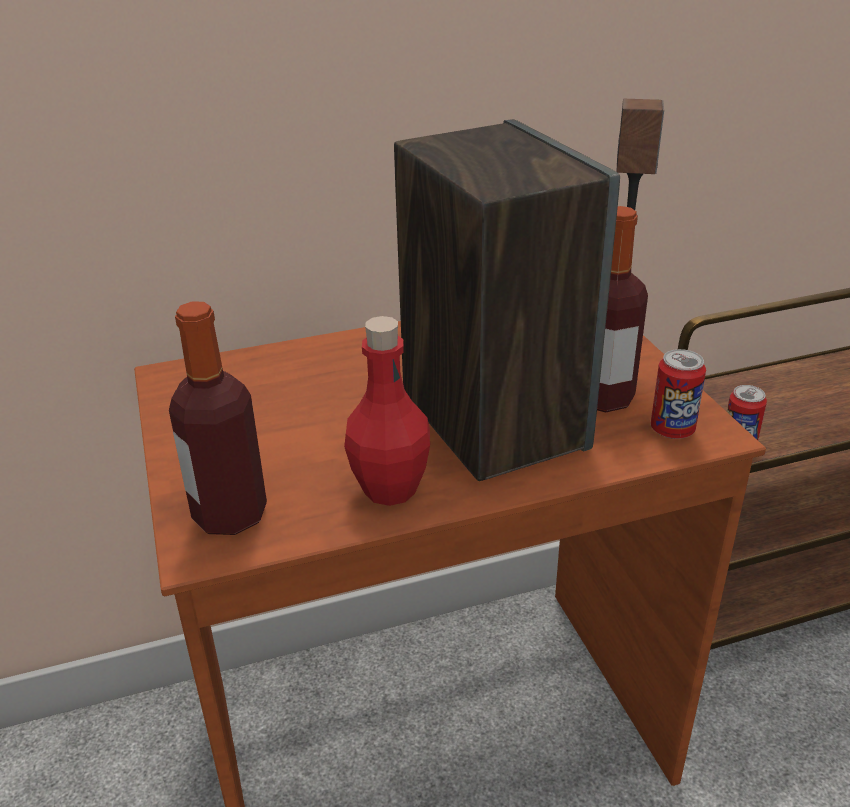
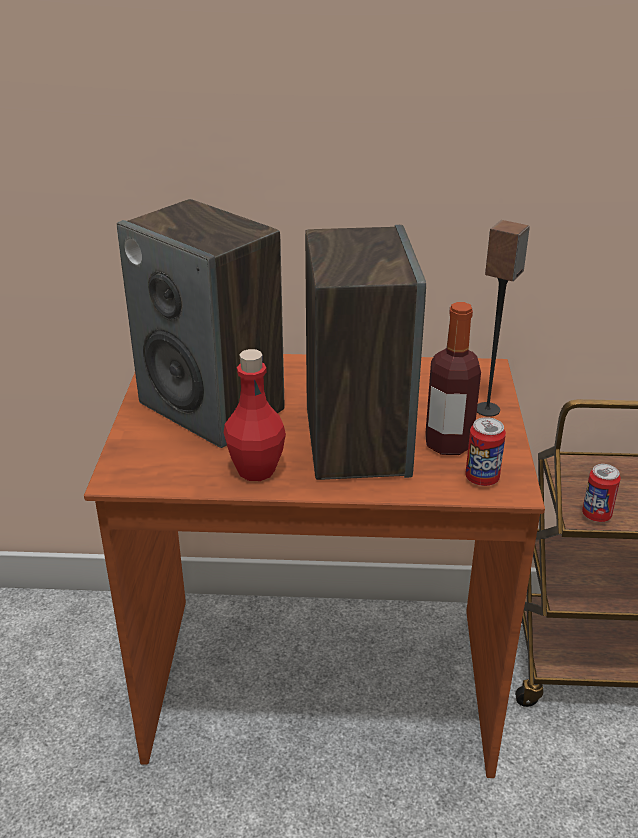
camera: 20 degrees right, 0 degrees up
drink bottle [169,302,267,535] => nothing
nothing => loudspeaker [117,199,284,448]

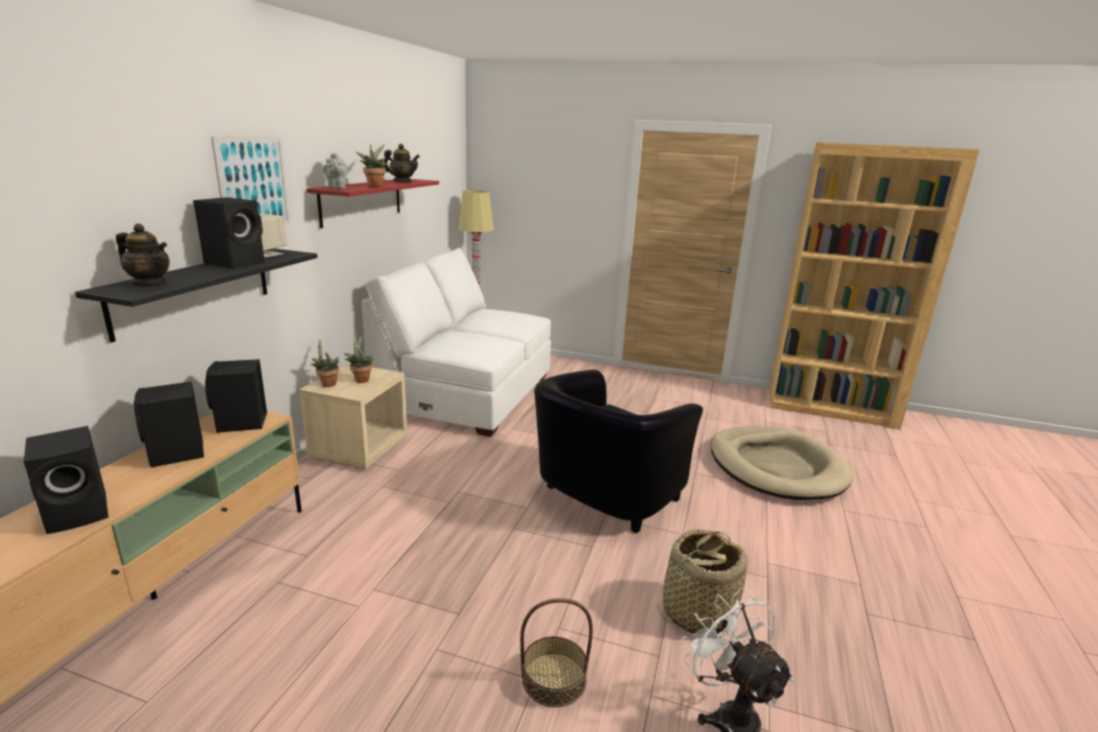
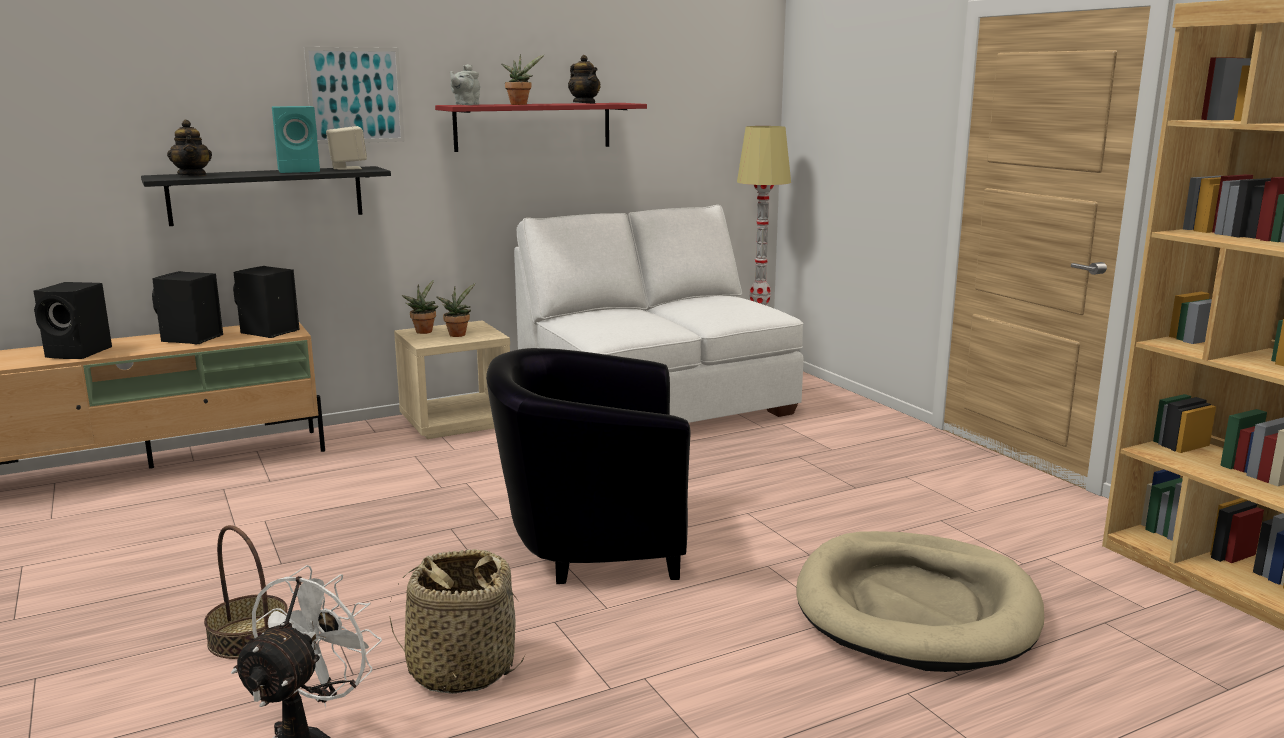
camera: 45 degrees right, 5 degrees down
black loudspeaker [193,197,265,269] => turquoise-coloured loudspeaker [272,106,320,173]

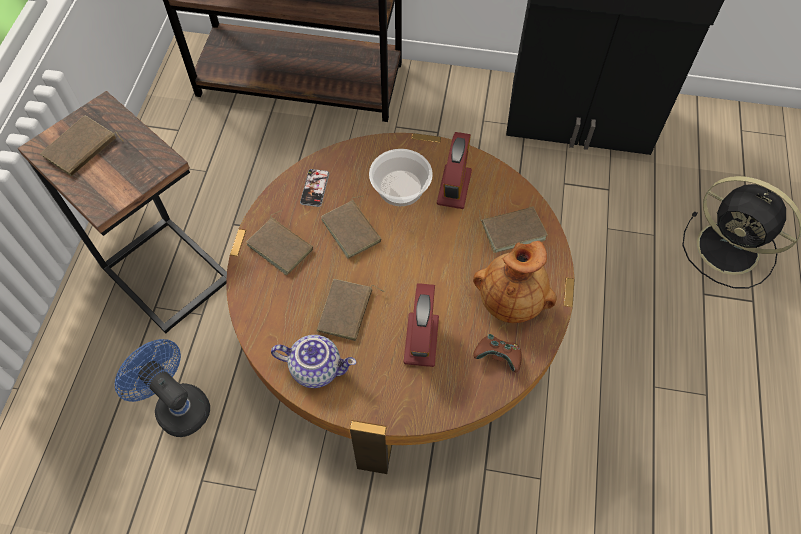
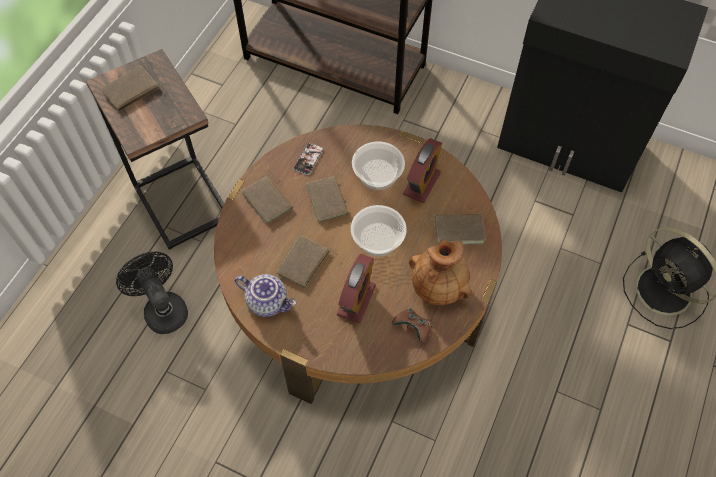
camera: 15 degrees right, 0 degrees up
nothing => bowl [351,205,407,257]
blue-coloured electric fan [115,339,210,437] => black electric fan [116,252,188,334]

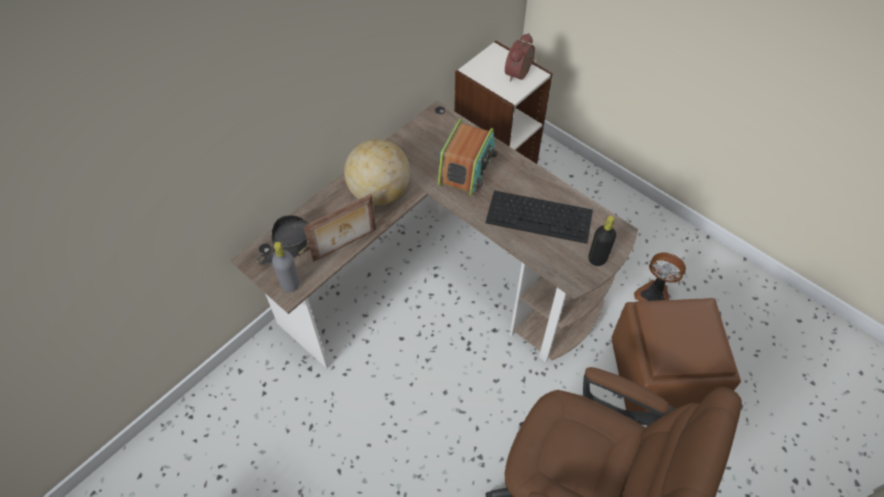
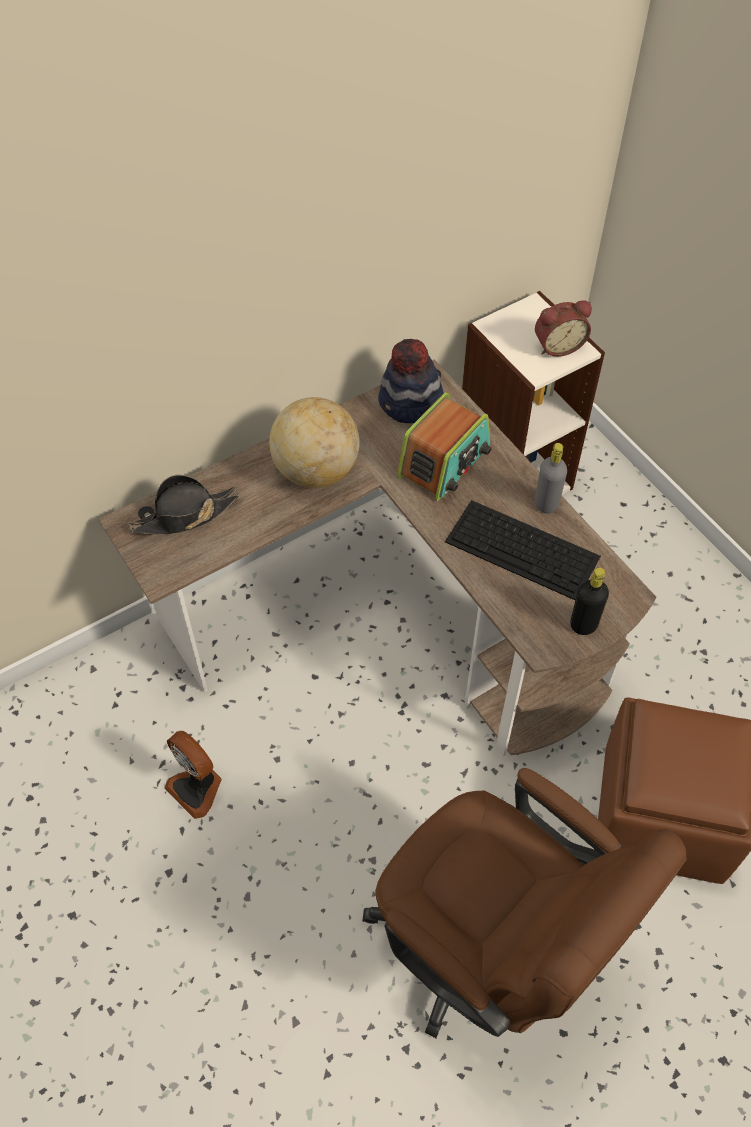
camera: 15 degrees right, 0 degrees up
photo frame [304,194,376,261] => nothing
nothing => hat [378,339,444,423]
gray drink bottle [272,242,300,292] => gray drink bottle [535,443,567,513], relocated
electric fan [634,252,686,301] => electric fan [164,731,222,819], relocated
bedside clock [505,33,535,82] => bedside clock [535,301,592,357], 150 degrees counterclockwise

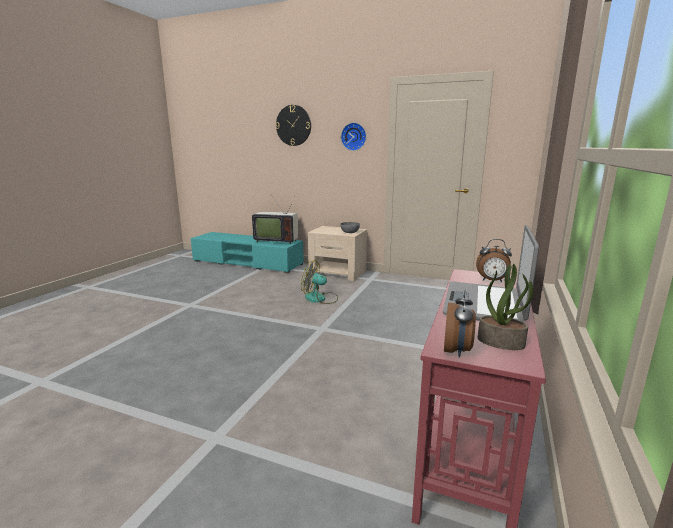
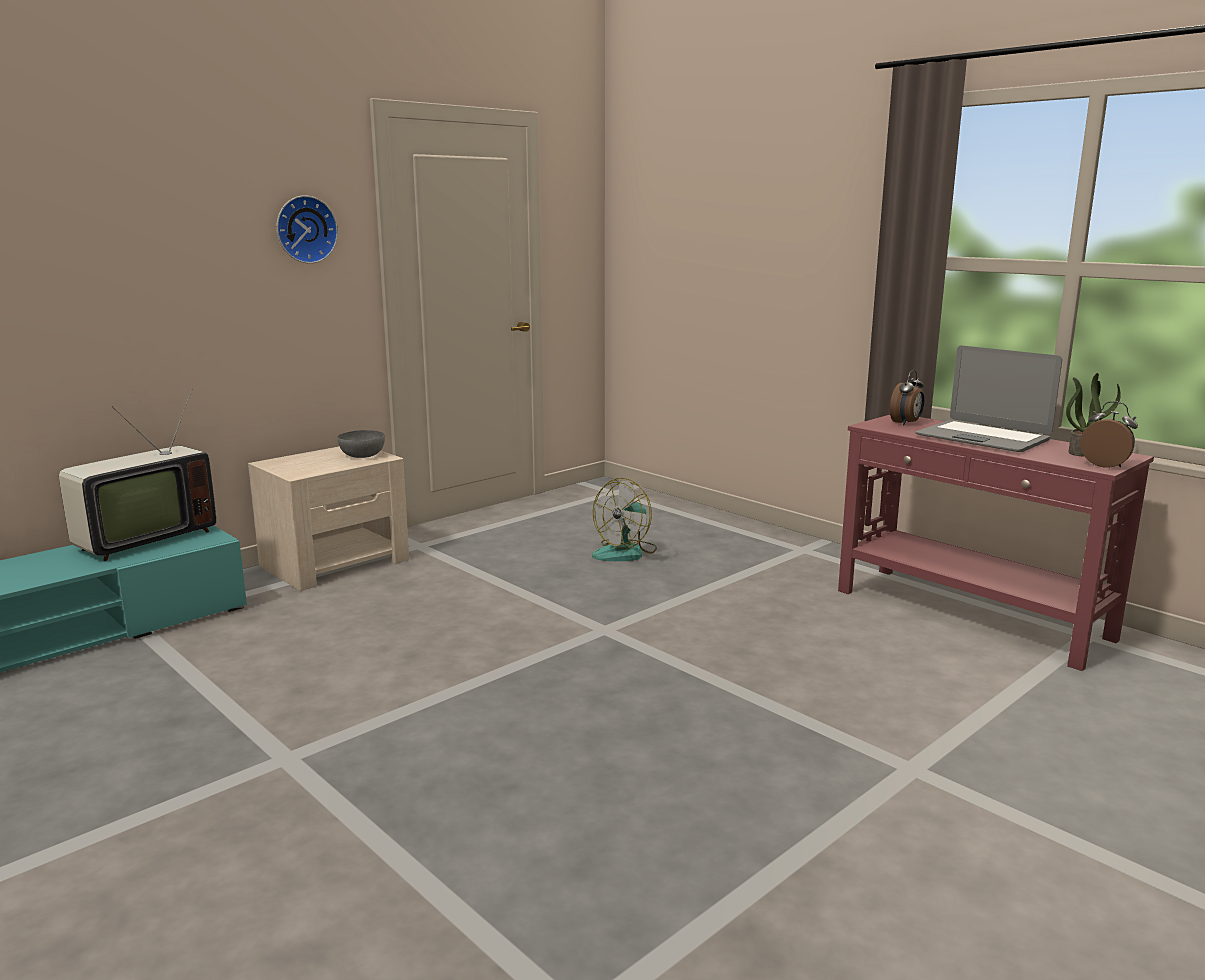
camera: 65 degrees left, 0 degrees up
clock on the wall [276,105,311,146] => nothing
electric fan [301,260,338,304] => electric fan [592,478,657,561], relocated

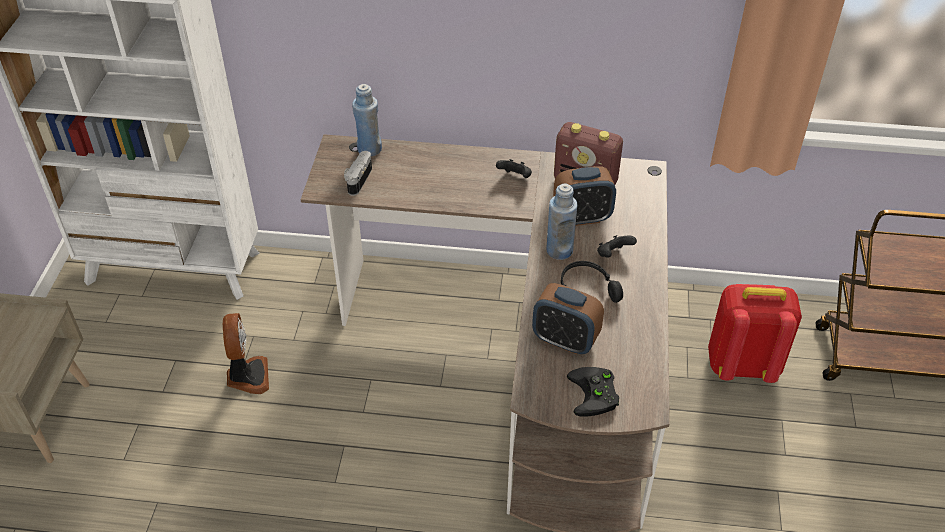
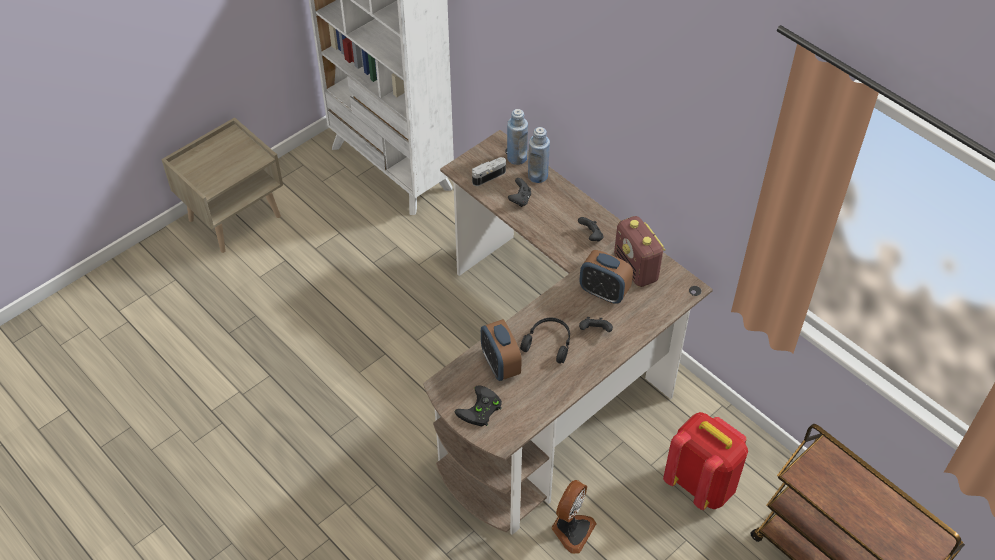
camera: 40 degrees right, 5 degrees up
nothing => black gamepad [508,178,531,207]
electric fan [223,313,269,394] => electric fan [551,480,597,554], relocated
blue-coloured drink bottle [546,183,578,260] => blue-coloured drink bottle [528,127,550,183], relocated

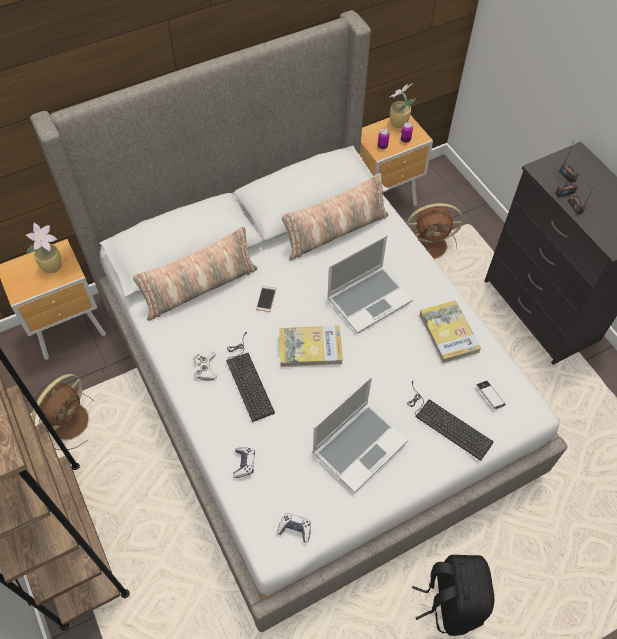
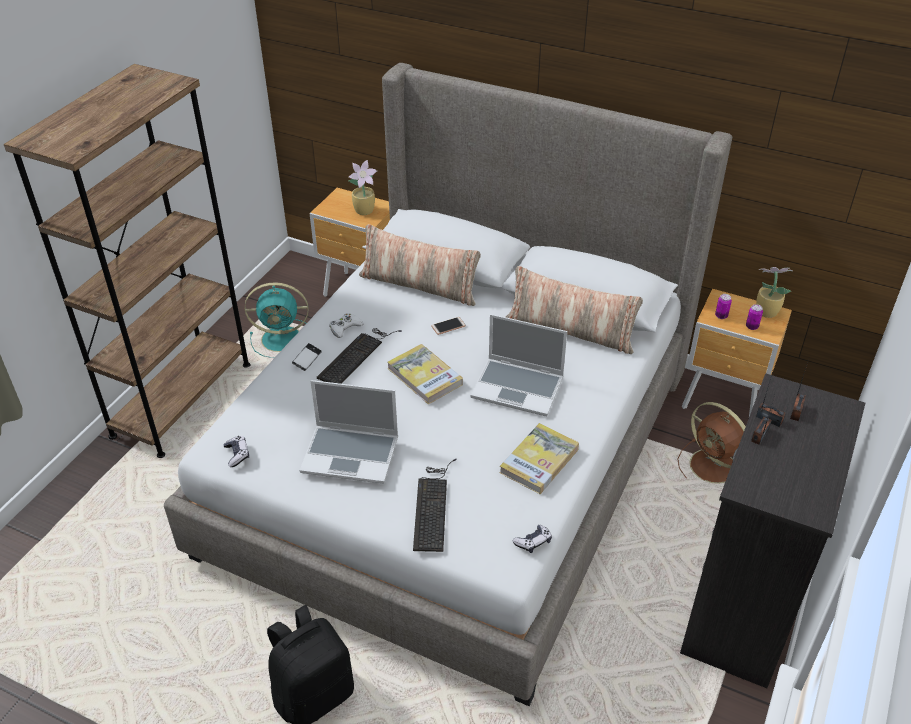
camera: 55 degrees right, 15 degrees down
gamepad [233,447,255,478] => gamepad [513,525,552,553], relocated
phone [476,381,506,409] => phone [292,343,322,371], relocated
brownish electric fan [31,374,94,450] => turquoise-coloured electric fan [245,282,309,358]

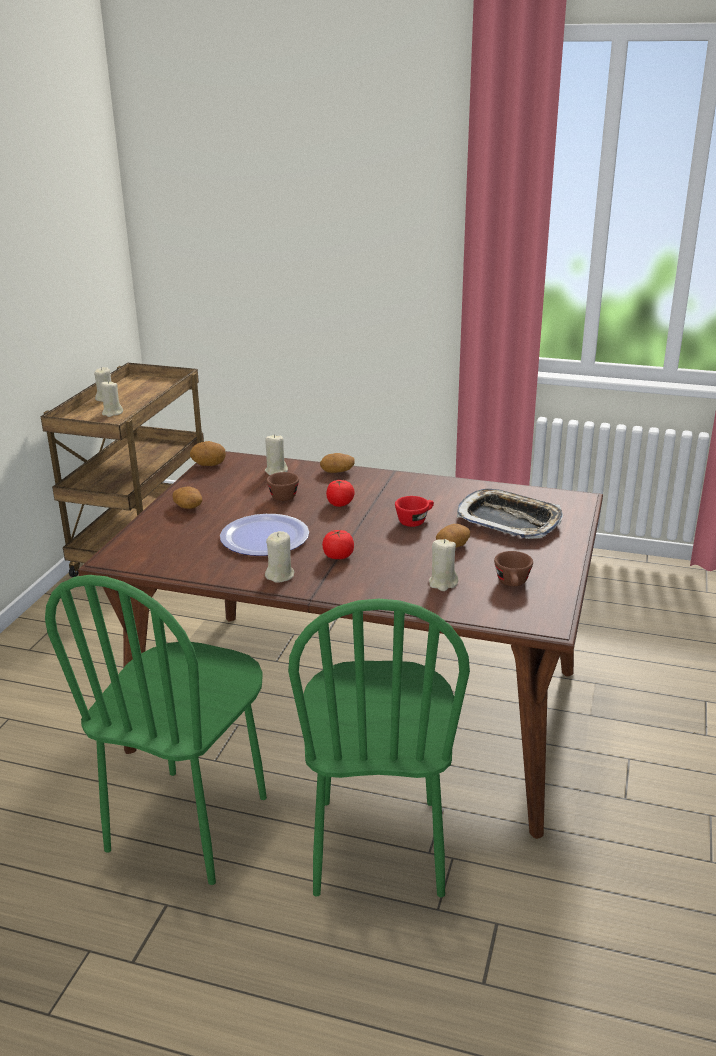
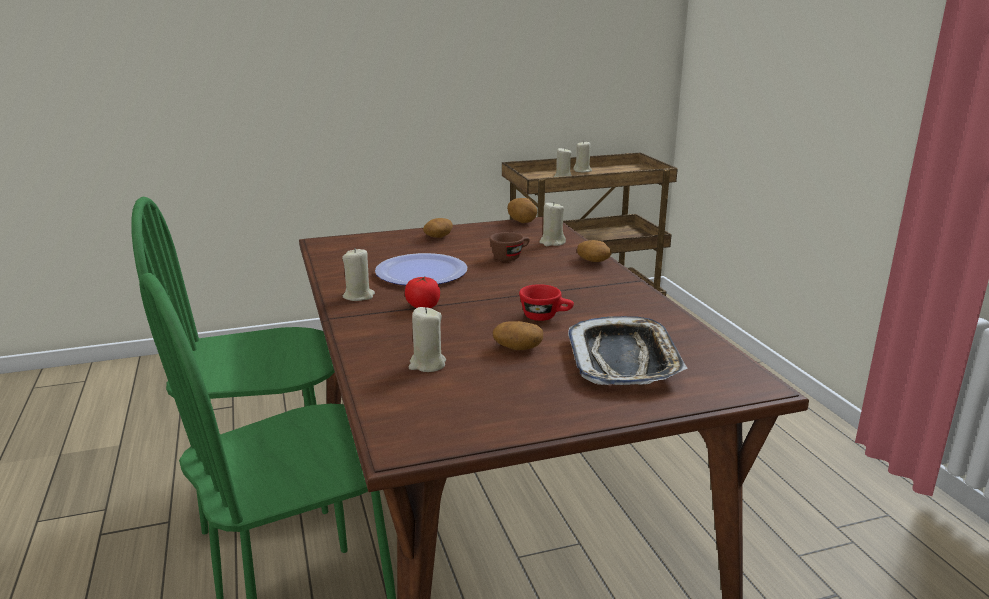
camera: 55 degrees right, 5 degrees down
whole tomato [326,480,355,507] => nothing
brownish drinking cup [494,551,533,586] => nothing

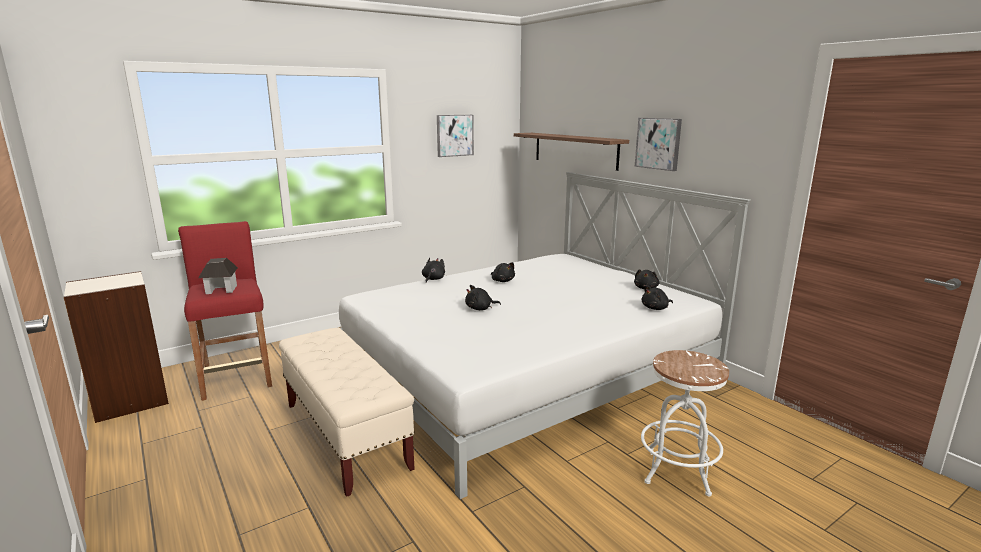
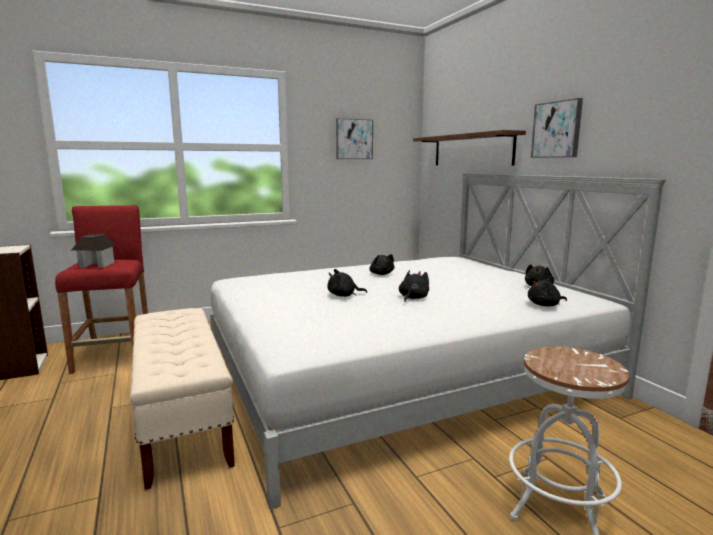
camera: 10 degrees right, 5 degrees down
black plush toy [422,258,445,283] => black plush toy [399,270,429,302], relocated

